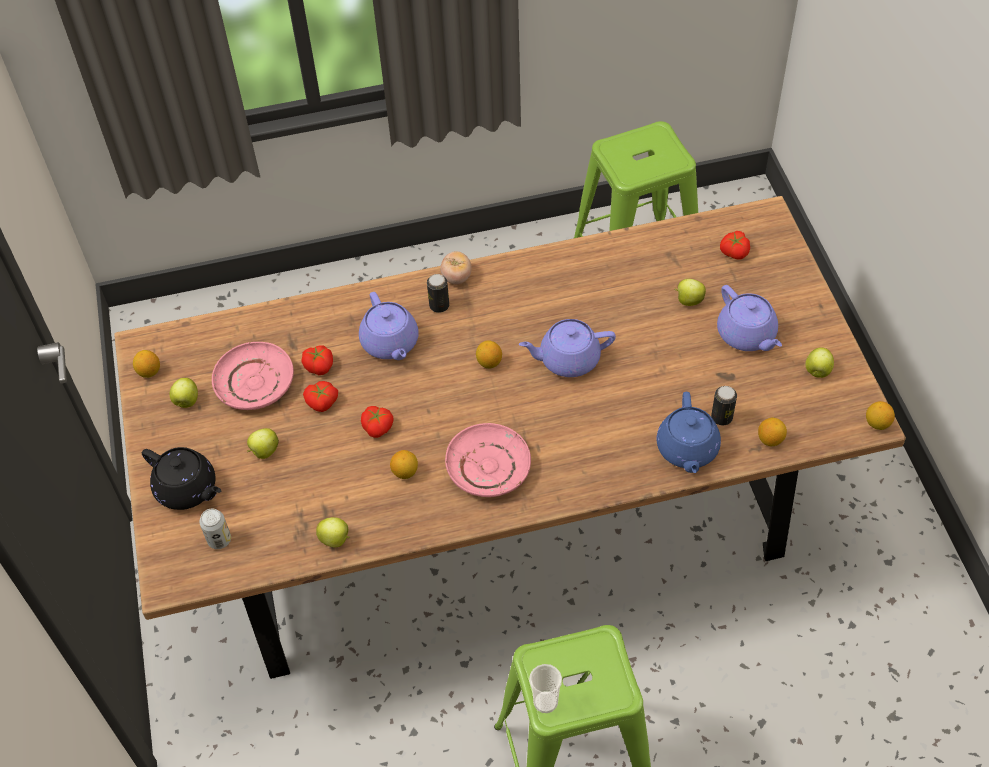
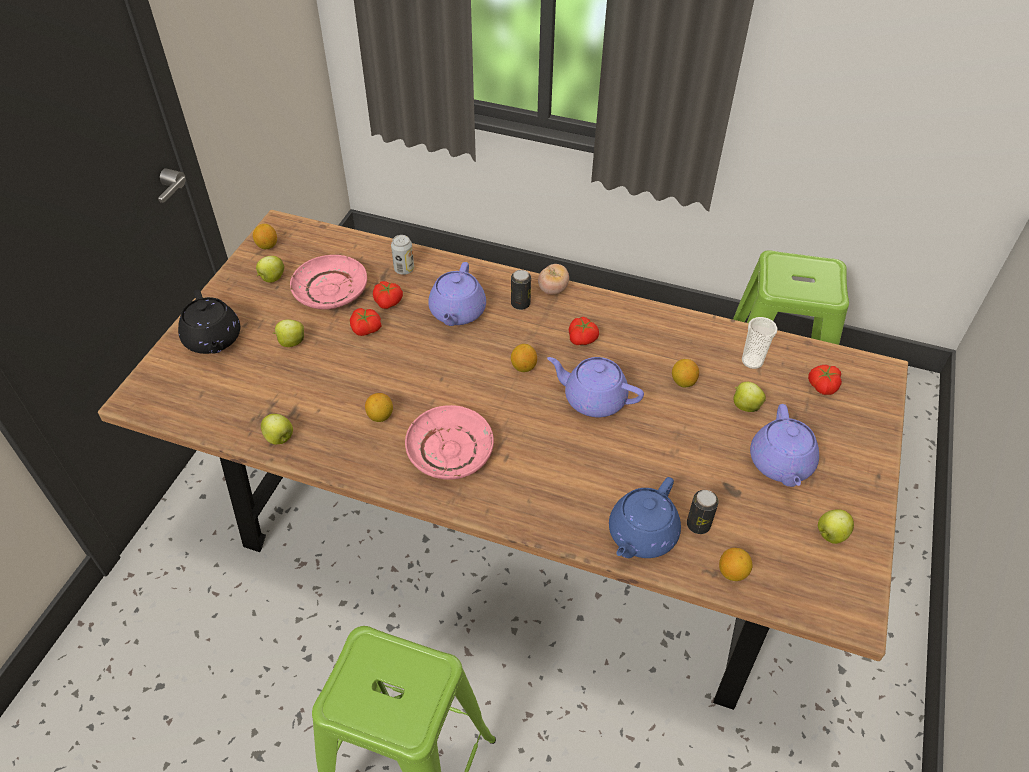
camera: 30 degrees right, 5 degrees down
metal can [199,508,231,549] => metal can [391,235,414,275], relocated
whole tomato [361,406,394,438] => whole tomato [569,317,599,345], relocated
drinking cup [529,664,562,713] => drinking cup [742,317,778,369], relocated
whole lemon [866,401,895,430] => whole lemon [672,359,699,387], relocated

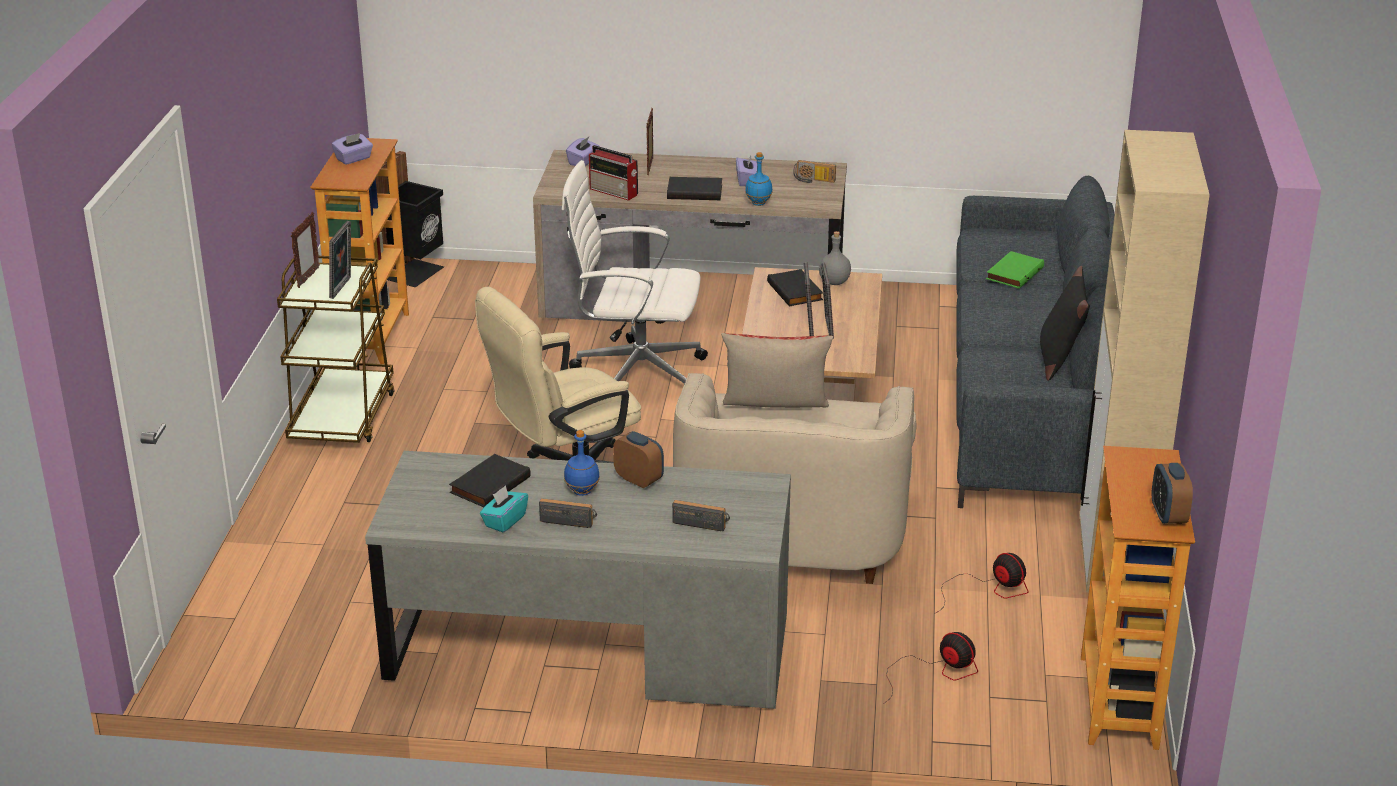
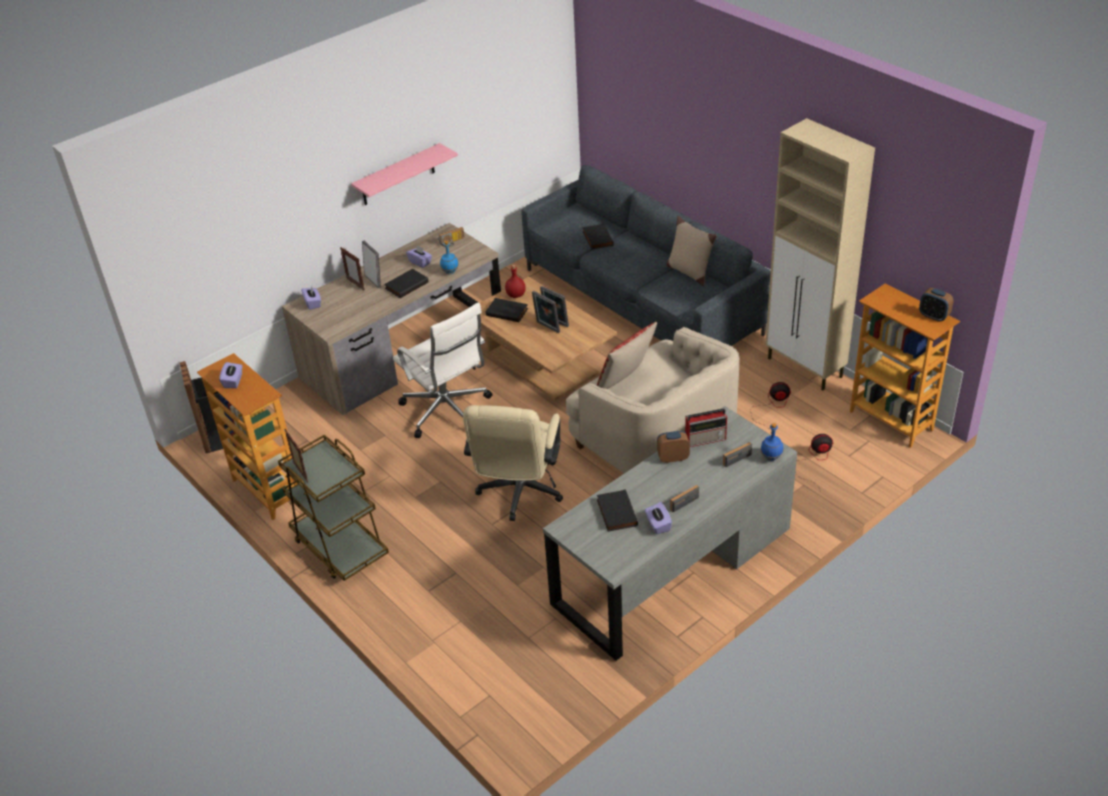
camera: 45 degrees left, 10 degrees up
nothing => pinkish wall shelf [351,143,458,205]
photo frame [329,221,351,299] => photo frame [362,241,381,288], relocated
blue-coloured drink bottle [564,430,600,496] => blue-coloured drink bottle [761,423,783,461], relocated
radio receiver [589,145,638,201] => radio receiver [685,409,727,447], relocated
turquoise-coloured tissue holder [480,485,528,532] => purple tissue holder [645,502,672,534]
gray drink bottle [819,231,851,285] => reddish drink bottle [505,265,526,298]
green-coloured bound book [986,251,1044,289] => black bound book [582,223,614,250]
black pillow [1040,266,1090,381] => beige-coloured pillow [666,216,717,286]
white office chair [562,160,708,384] => white office chair [393,302,493,438], 90 degrees counterclockwise

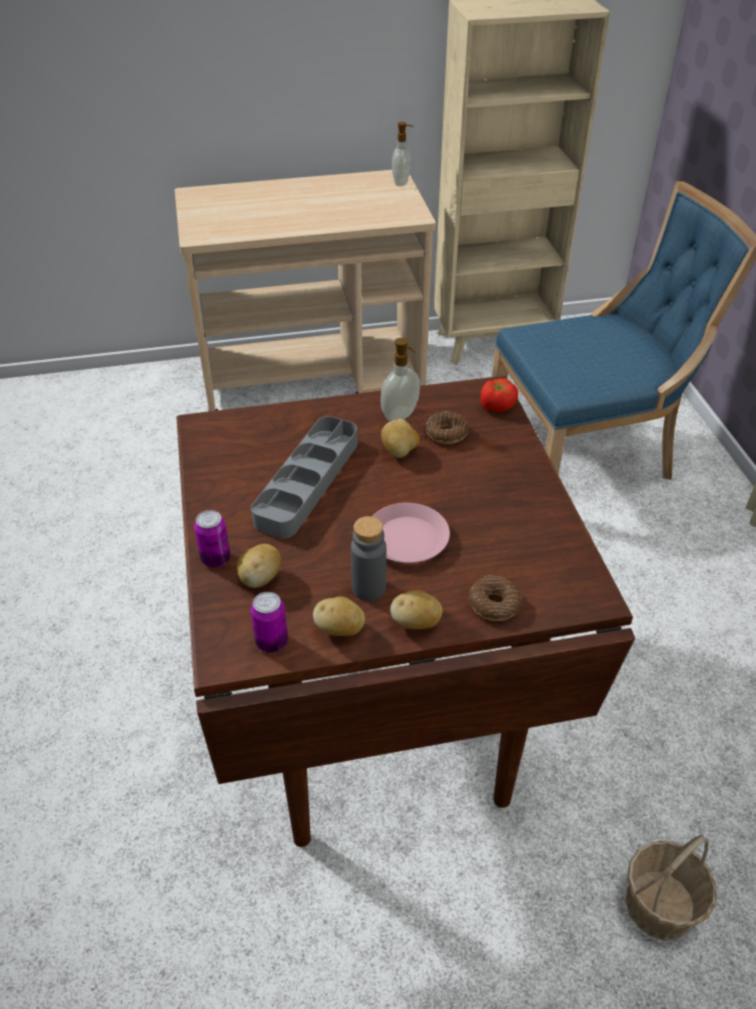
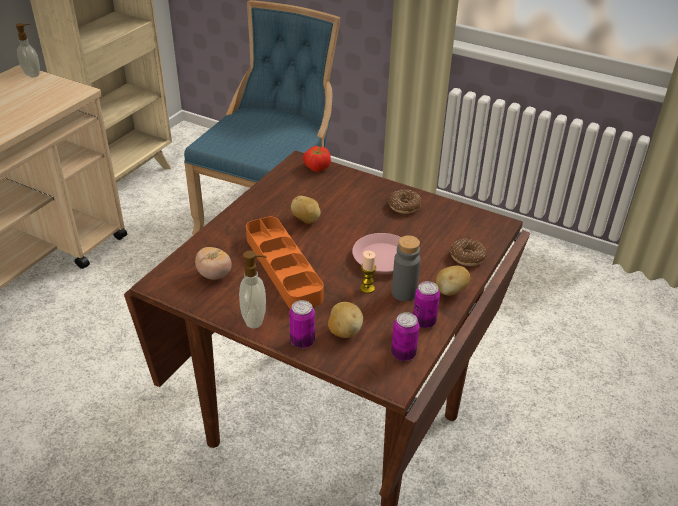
camera: 50 degrees left, 5 degrees down
basket [626,834,717,941] => nothing
nothing => whole tomato [195,247,232,280]
nothing => wax light [360,250,376,293]
soap bottle [381,338,420,422] => soap bottle [239,250,267,328], relocated
ring doughnut [425,411,469,444] => ring doughnut [388,190,422,214], relocated
spud [313,597,365,637] => metal can [413,281,440,328]
gray carrying tray [251,416,357,539] => orange-coloured carrying tray [246,217,324,309]

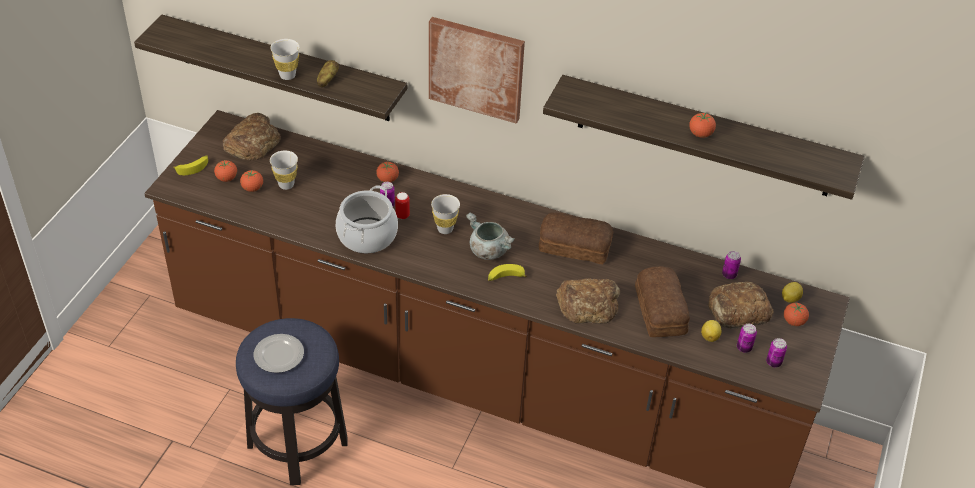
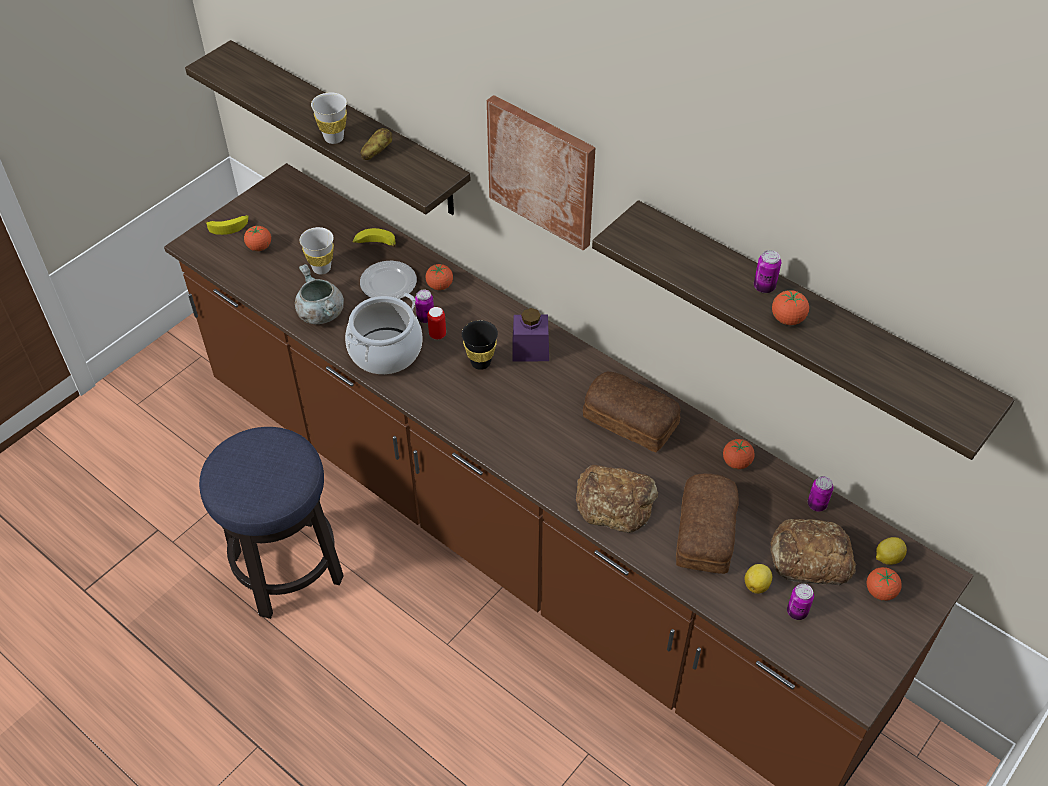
camera: 20 degrees right, 5 degrees up
bread [222,113,281,160] => nothing
nothing => purple preserve jar [512,308,549,361]
whole tomato [240,170,263,192] => whole tomato [723,439,755,469], relocated
flat dish [254,334,304,373] => flat dish [360,261,417,299], relocated
gray stockpot [466,212,515,260] => gray stockpot [295,264,344,324], relocated
banana fruit [488,264,527,281] => banana fruit [353,228,396,247], relocated
metal can [766,338,787,368] => metal can [754,250,781,293], relocated
white drinking cup [431,194,460,234] => black drinking cup [462,320,498,370]

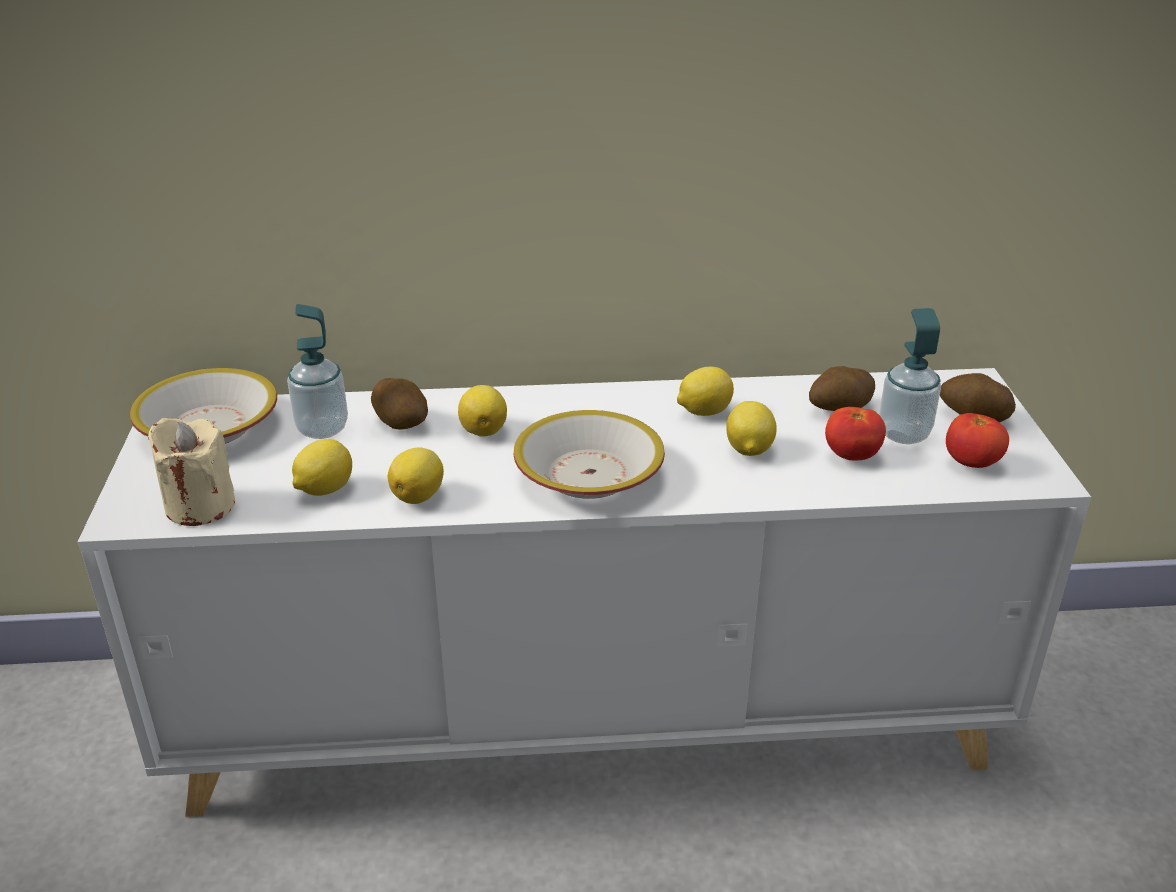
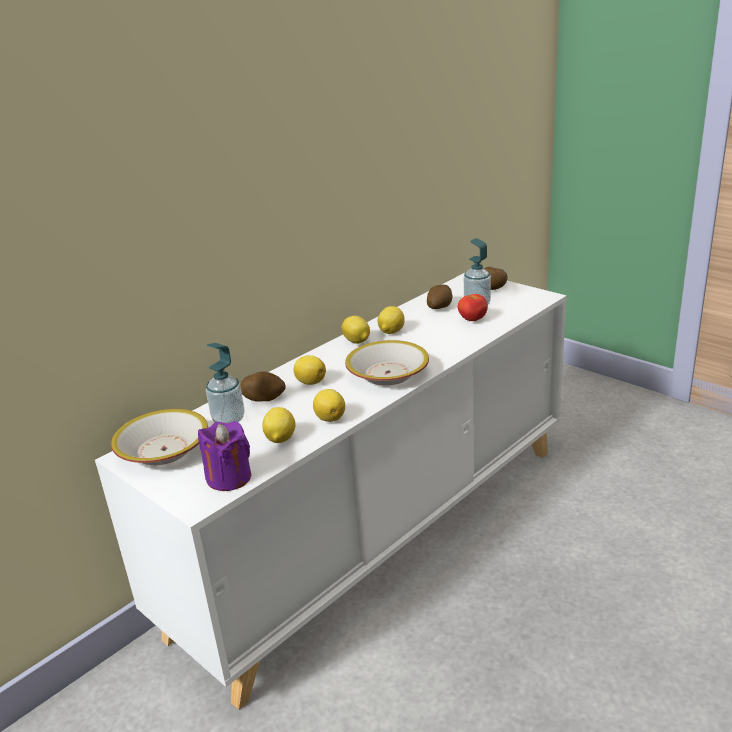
camera: 40 degrees left, 5 degrees down
whole tomato [946,413,1009,468] => nothing
whole lemon [726,401,777,456] => whole lemon [342,316,370,344], relocated
beige-coloured wax light [148,417,235,526] => purple wax light [198,421,251,491]

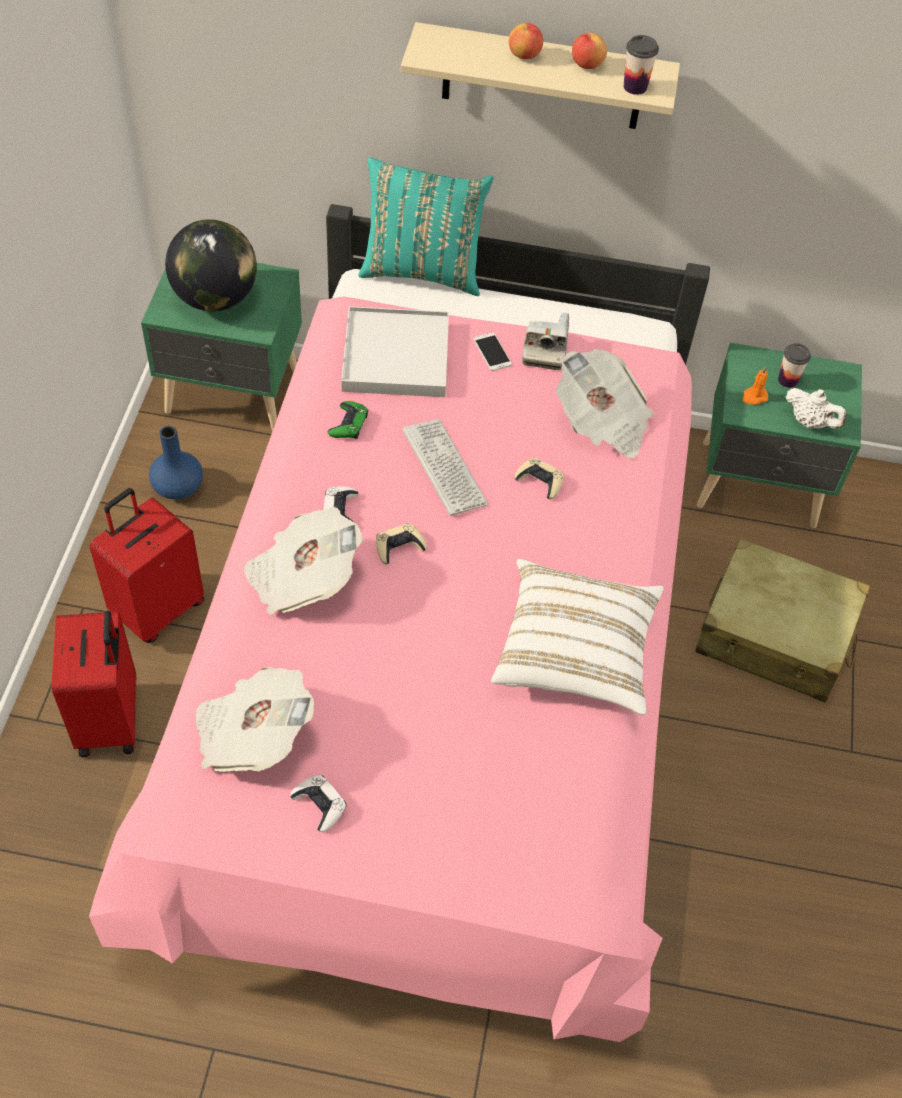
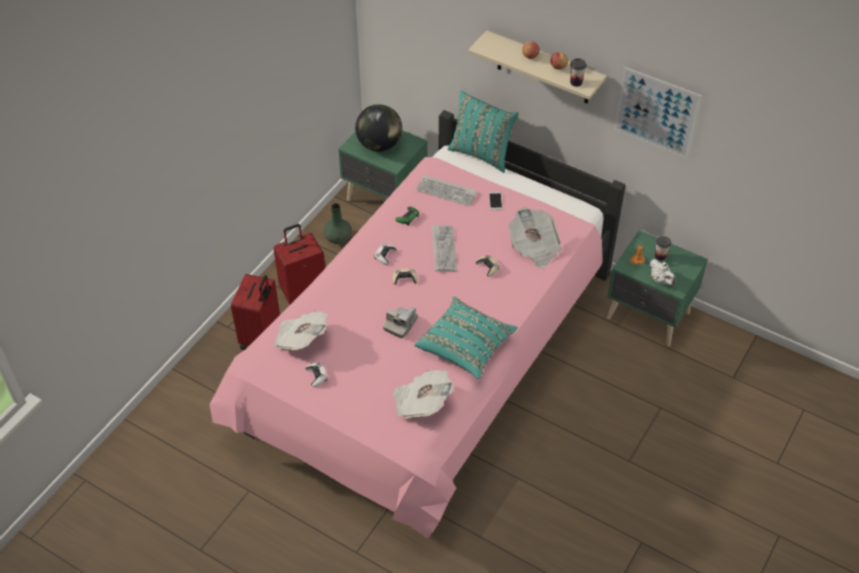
camera: 25 degrees right, 5 degrees down
beige-coloured suitcase [695,538,870,702] => nothing
nothing => wall art [614,67,702,159]
printed paper [243,507,363,615] => printed paper [393,370,453,418], relocated
photo camera [522,313,569,370] => photo camera [383,307,418,338], relocated
white carrying tray [341,306,449,397] => computer keyboard [416,175,477,206]
blue-coloured decorative vase [149,426,203,499] => green-coloured decorative vase [324,203,352,244]
white pillow [491,559,664,715] => turquoise-coloured pillow [414,297,518,379]

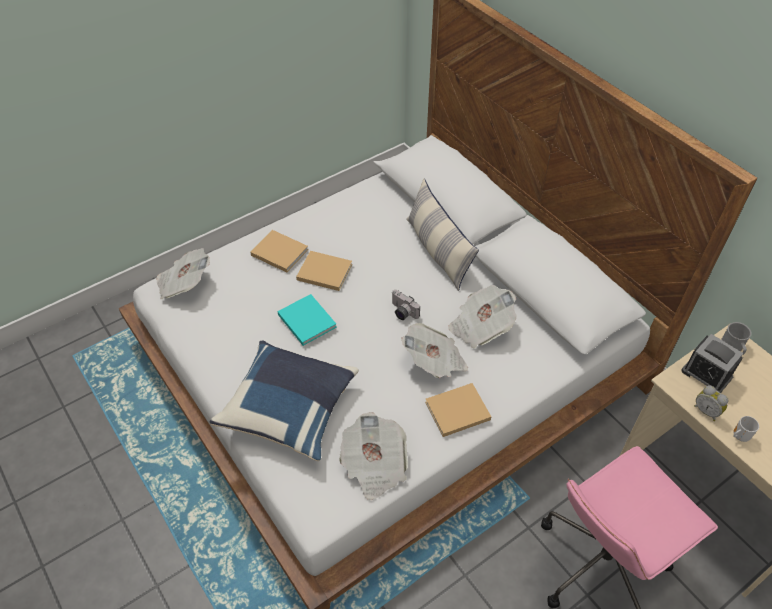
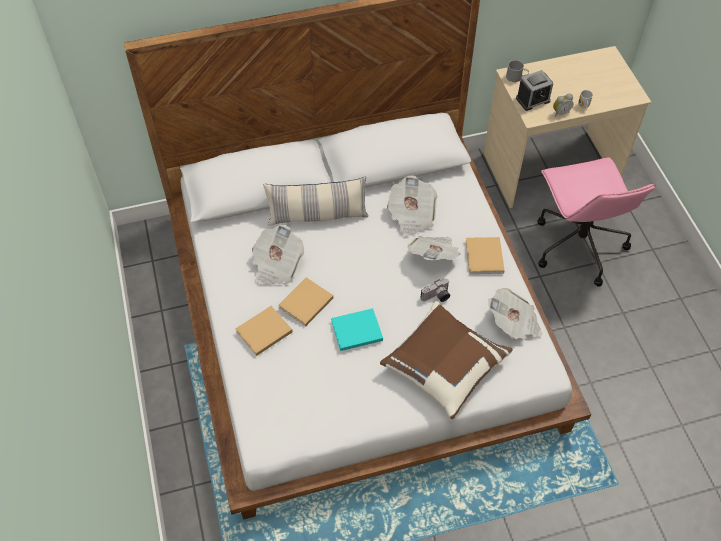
camera: 70 degrees left, 5 degrees up
printed paper [156,248,210,300] => printed paper [252,225,304,285], relocated
photo camera [392,290,420,320] => photo camera [421,279,450,302], relocated
blue-coloured pillow [210,340,359,461] => brownish pillow [380,301,513,419]

